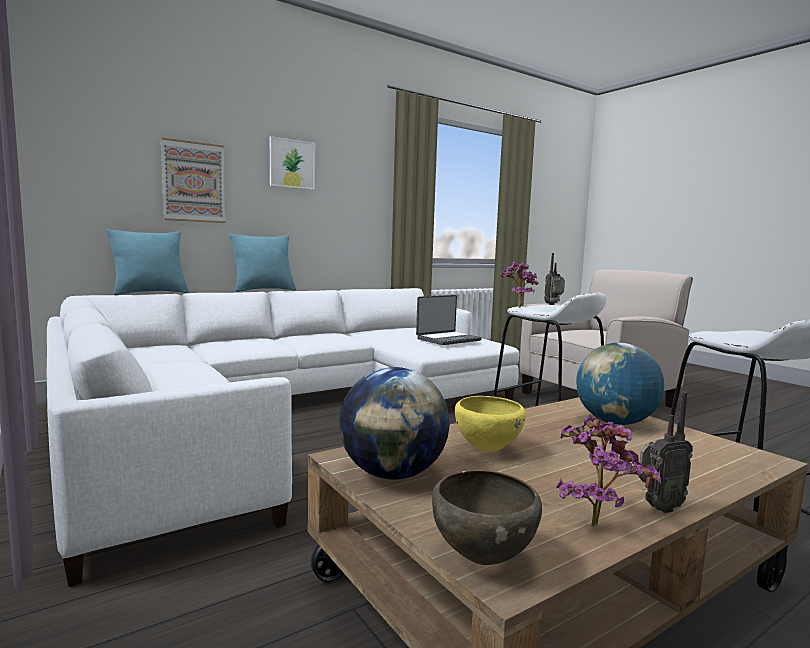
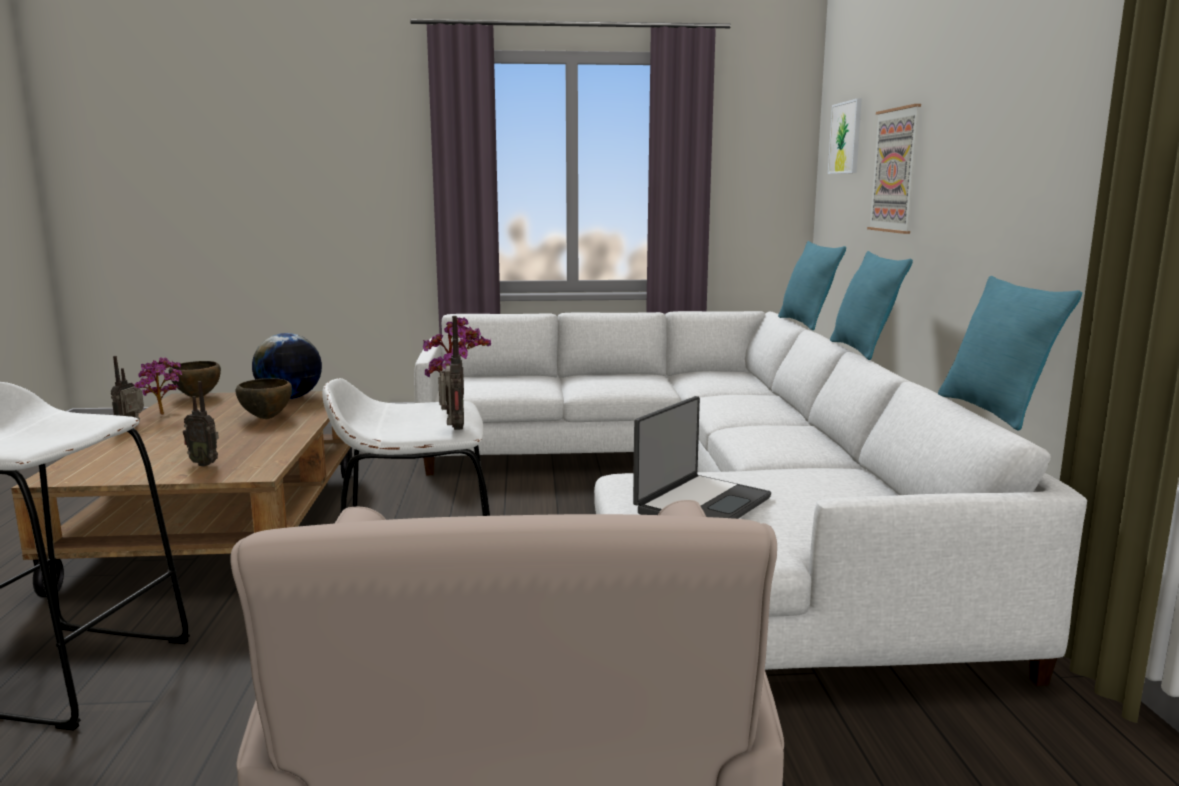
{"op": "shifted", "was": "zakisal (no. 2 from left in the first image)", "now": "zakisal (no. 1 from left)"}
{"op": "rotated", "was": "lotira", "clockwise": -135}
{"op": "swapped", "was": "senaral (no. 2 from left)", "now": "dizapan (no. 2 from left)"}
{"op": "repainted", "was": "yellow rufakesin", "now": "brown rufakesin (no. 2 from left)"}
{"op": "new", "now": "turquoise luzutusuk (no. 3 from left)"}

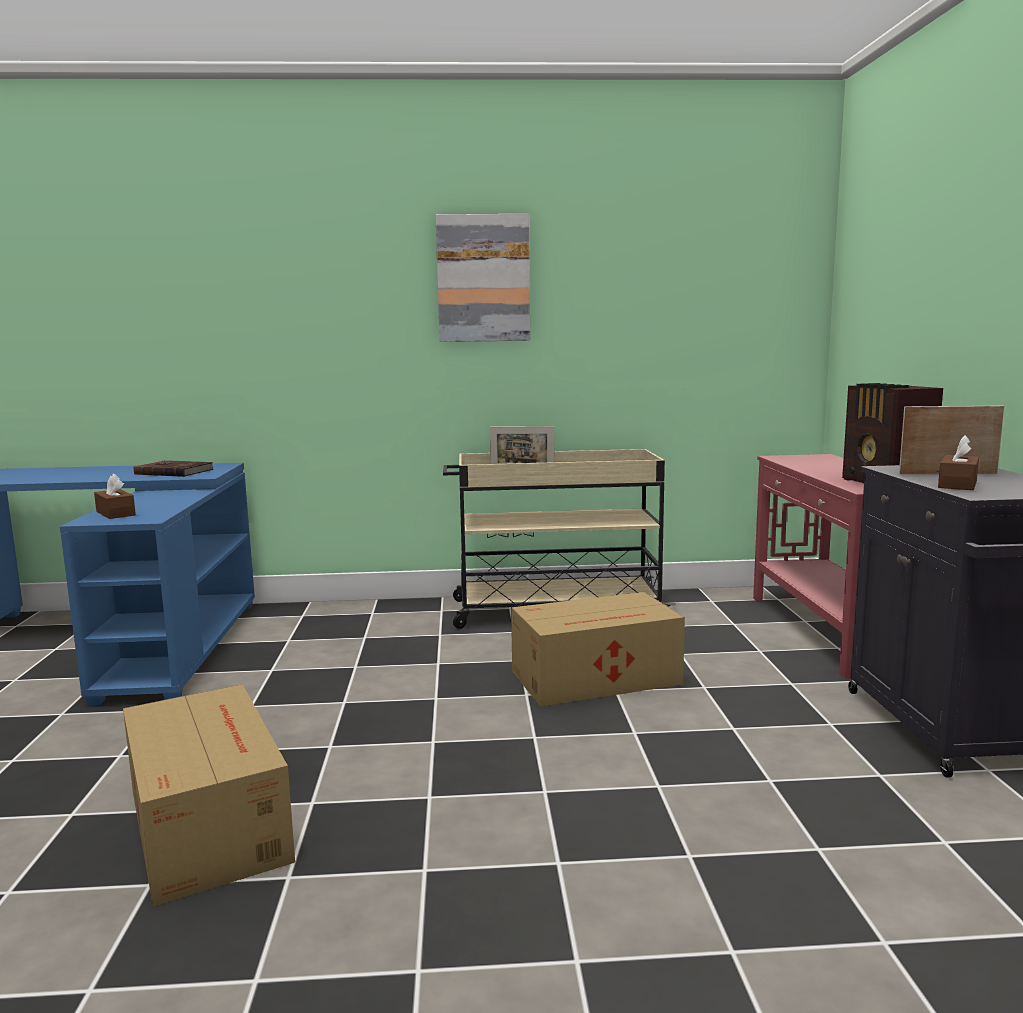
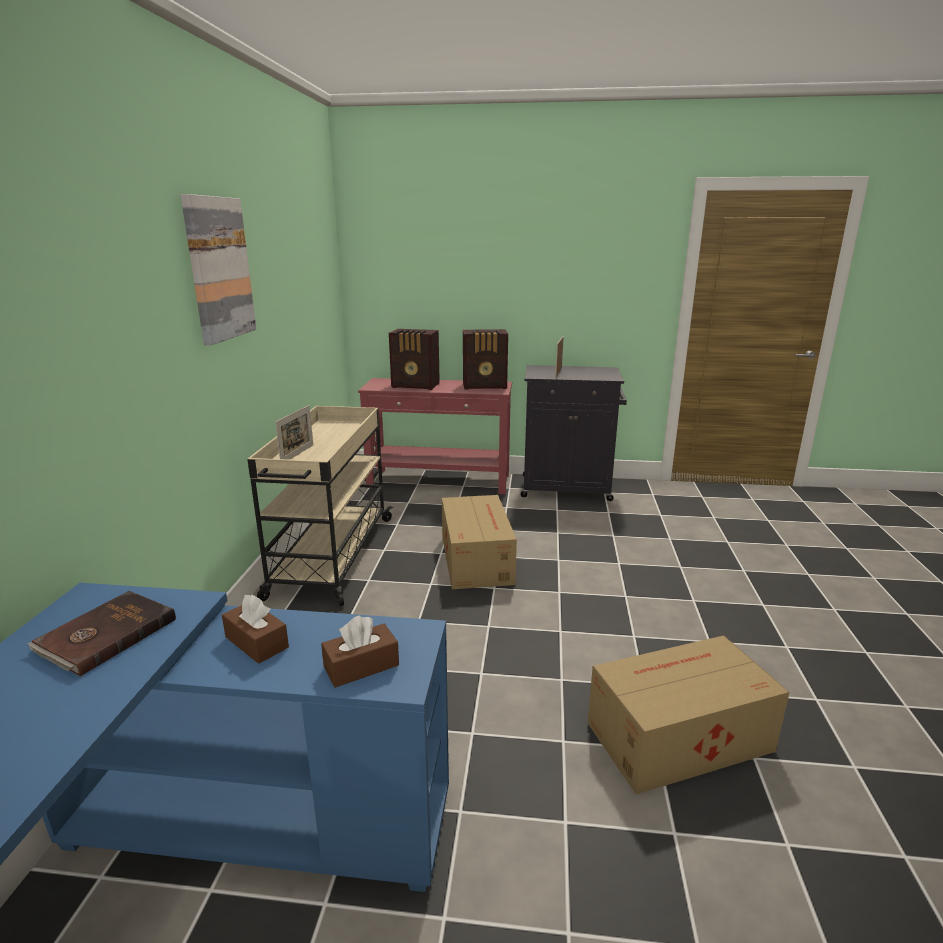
{"op": "shifted", "was": "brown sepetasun (no. 2 from left in the first image)", "now": "brown sepetasun (no. 1 from left)"}
{"op": "new", "now": "dizapan (no. 1 from left)"}

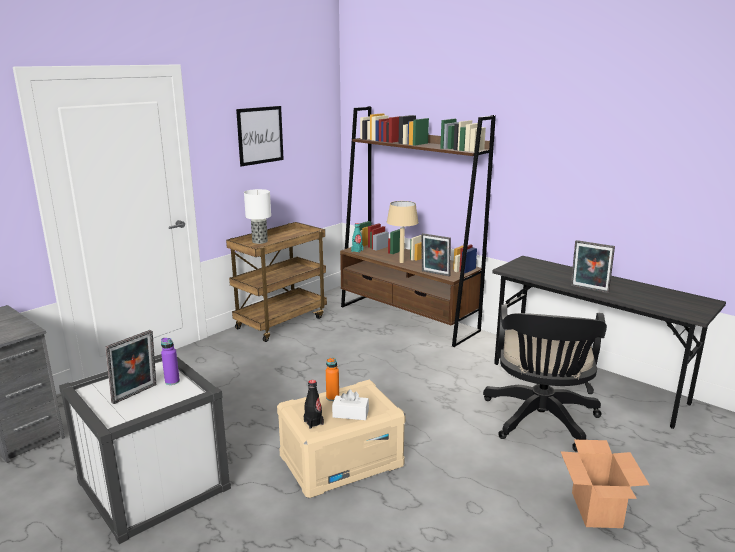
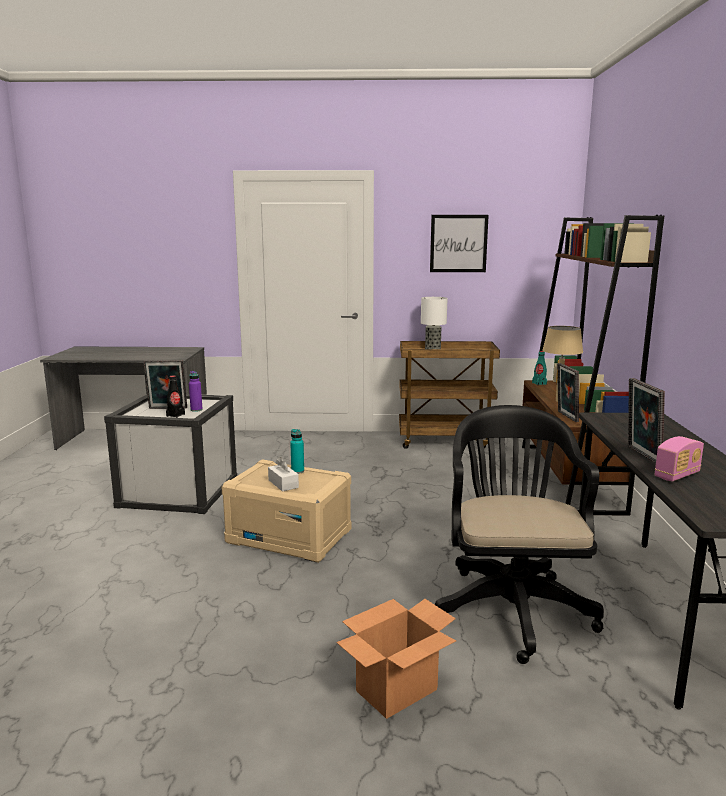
{"op": "rotated", "was": "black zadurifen", "clockwise": 120}
{"op": "repainted", "was": "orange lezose", "now": "turquoise lezose (no. 1 from left)"}
{"op": "shifted", "was": "black lezose"}
{"op": "new", "now": "dizapan"}

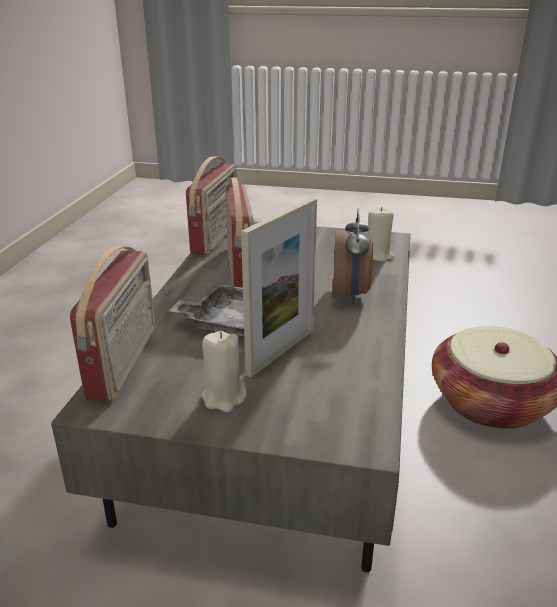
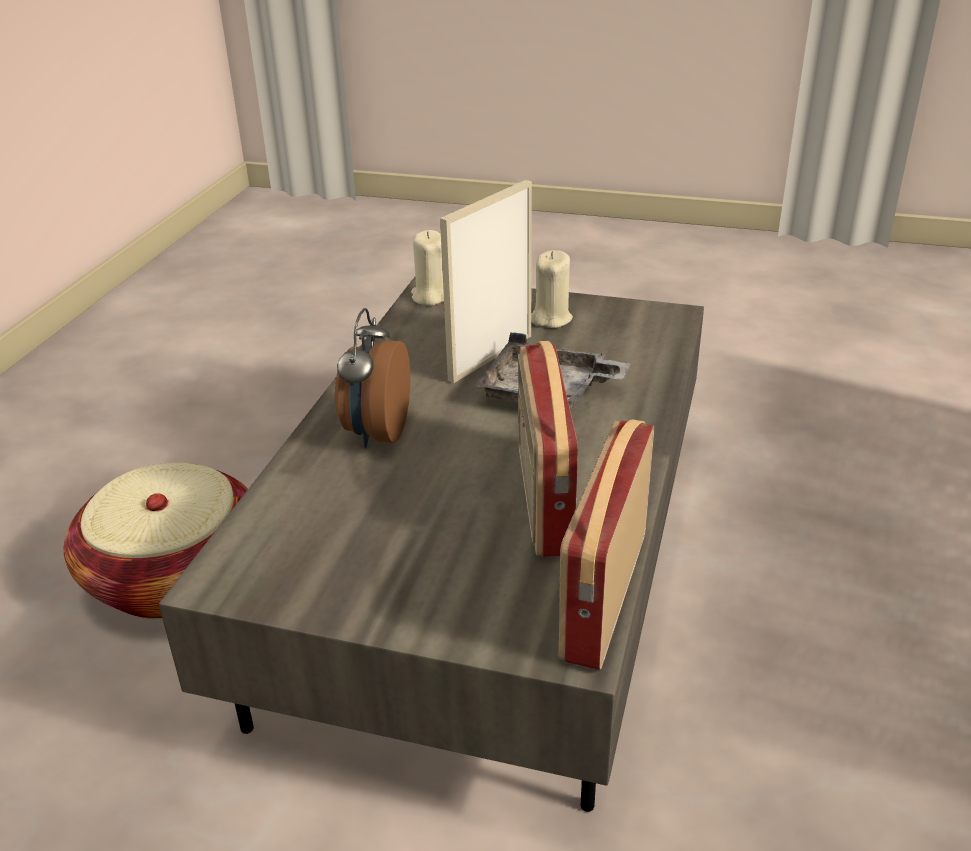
{"op": "shifted", "was": "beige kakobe (no. 2 from left in the first image)", "now": "beige kakobe (no. 1 from left)"}
{"op": "gone", "was": "dizapan (no. 1 from left)"}

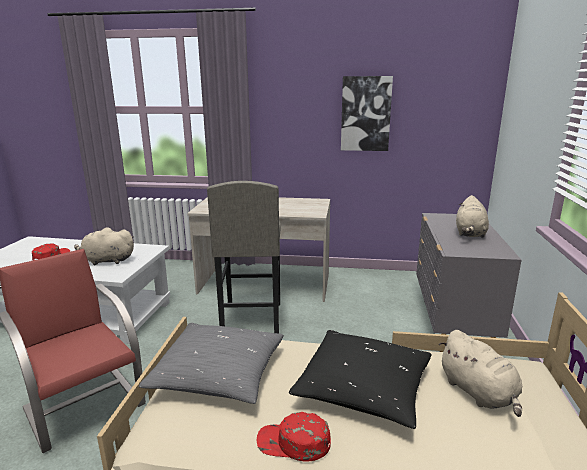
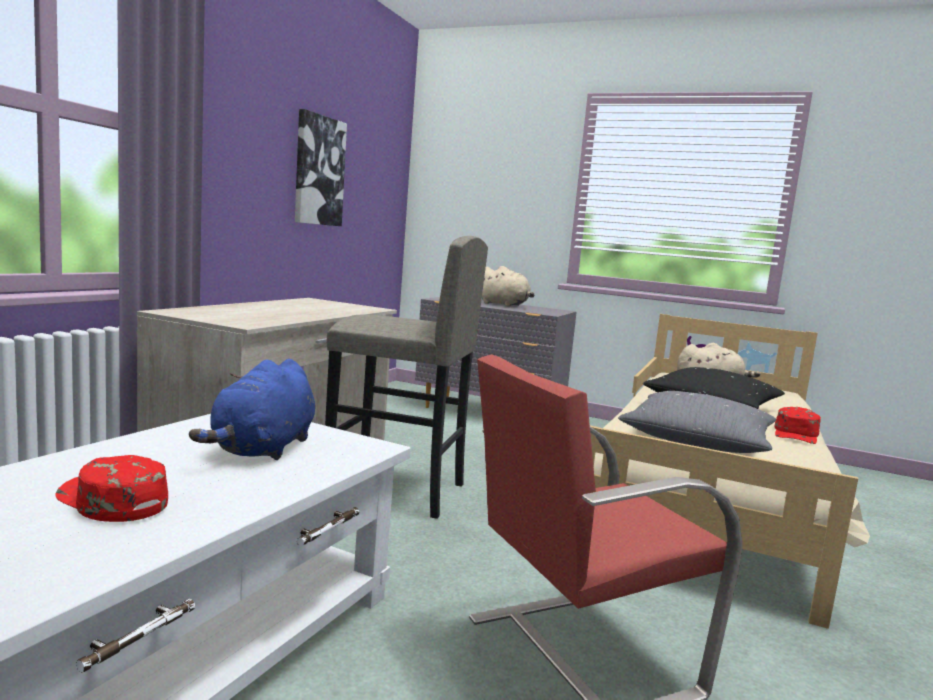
{"op": "repainted", "was": "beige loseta (no. 1 from left)", "now": "blue loseta"}

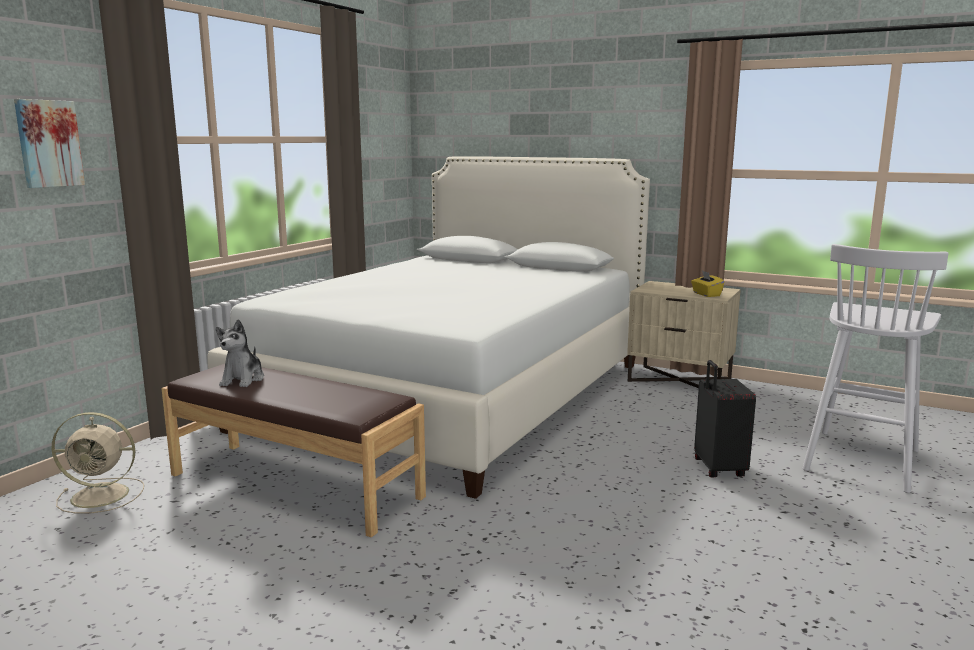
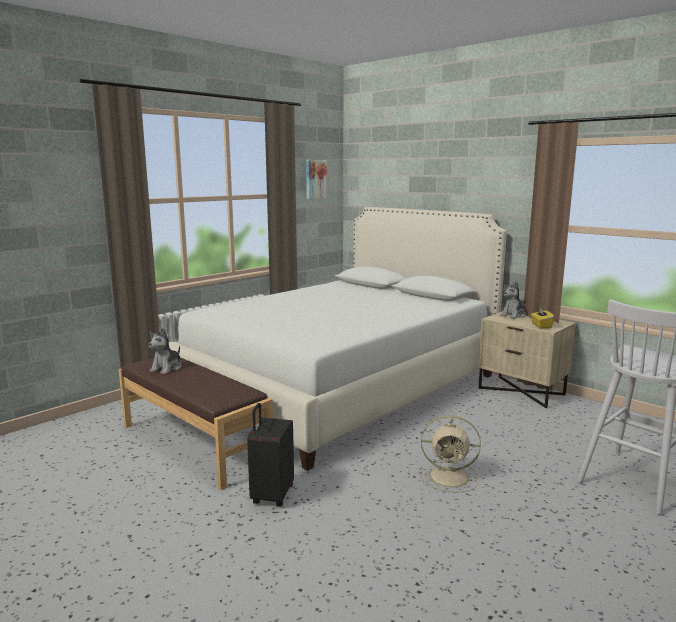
{"op": "shifted", "was": "zakisal"}
{"op": "shifted", "was": "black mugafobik"}
{"op": "shifted", "was": "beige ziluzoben"}
{"op": "new", "now": "loseta (no. 2 from left)"}

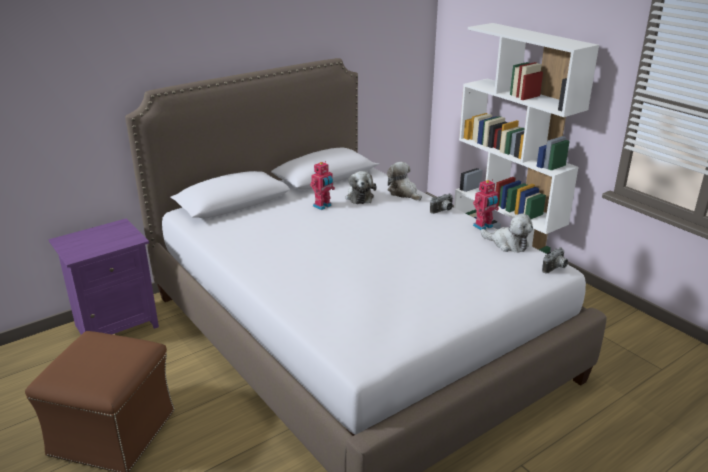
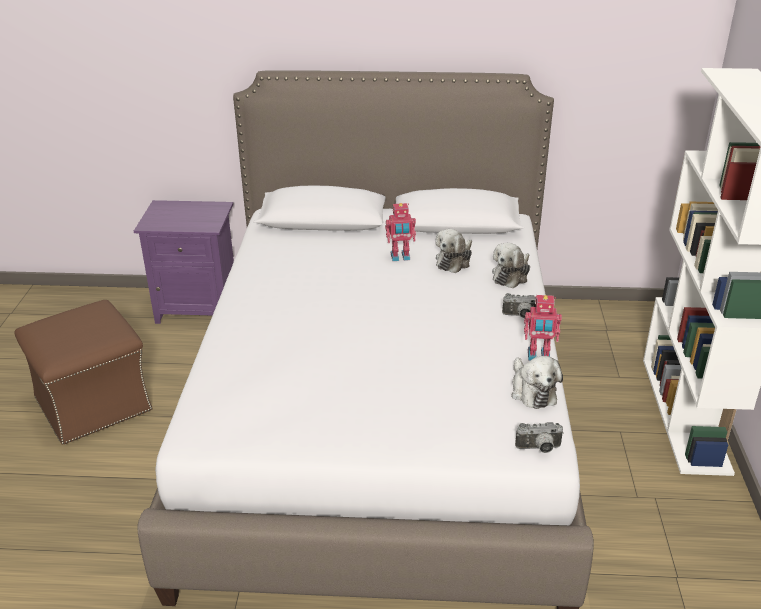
{"op": "rotated", "was": "loseta (no. 2 from left)", "clockwise": -150}

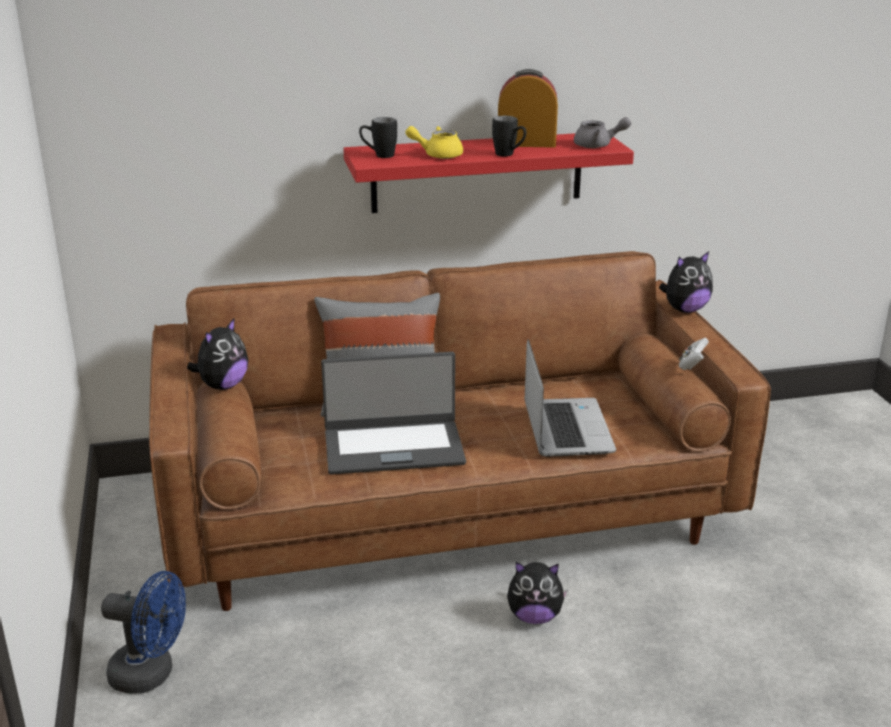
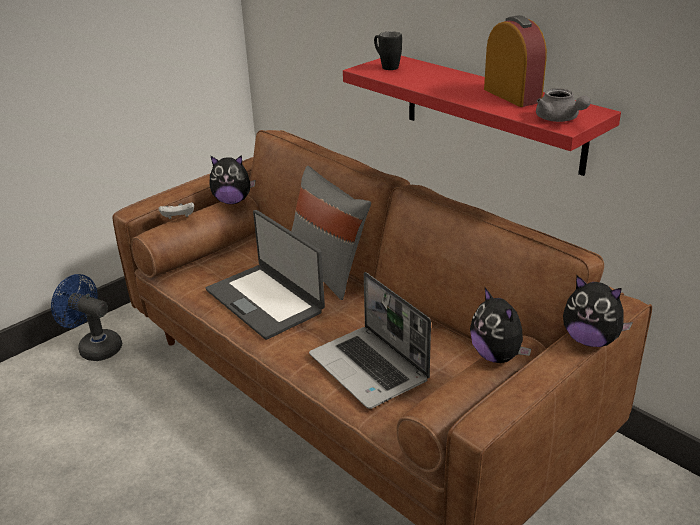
{"op": "gone", "was": "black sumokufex (no. 2 from left)"}
{"op": "gone", "was": "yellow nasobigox"}
{"op": "shifted", "was": "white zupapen"}
{"op": "rotated", "was": "lotira (no. 2 from left)", "clockwise": 90}
{"op": "shifted", "was": "loseta (no. 2 from left)"}
{"op": "rotated", "was": "blue ziluzoben", "clockwise": 135}

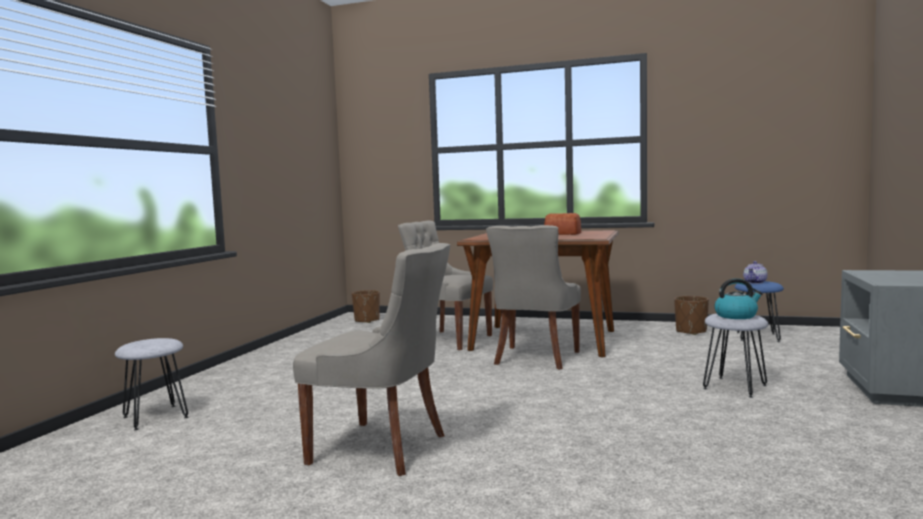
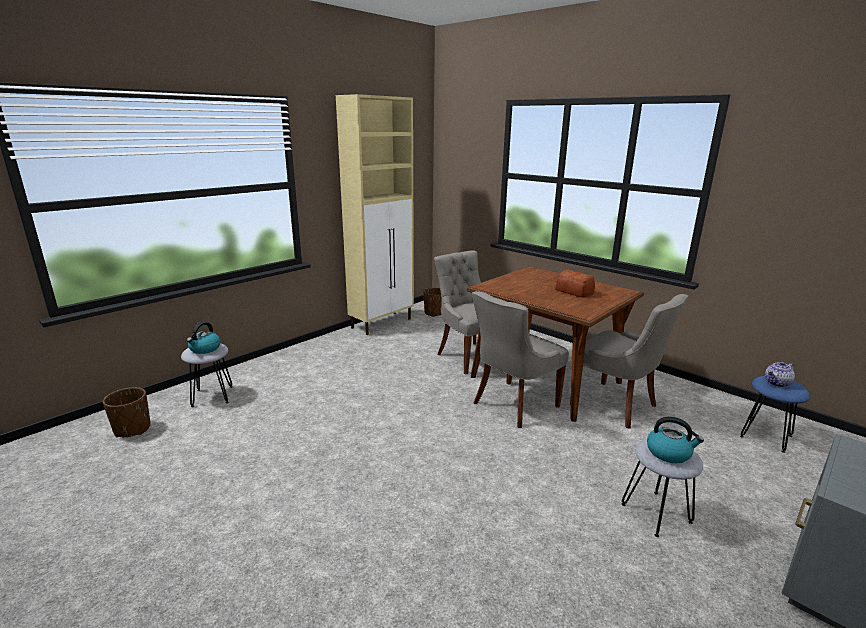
{"op": "shifted", "was": "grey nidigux (no. 1 from left in the first image)", "now": "grey nidigux (no. 3 from left)"}
{"op": "shifted", "was": "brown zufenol (no. 2 from left in the first image)", "now": "brown zufenol (no. 1 from left)"}
{"op": "new", "now": "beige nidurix"}
{"op": "new", "now": "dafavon (no. 1 from left)"}

